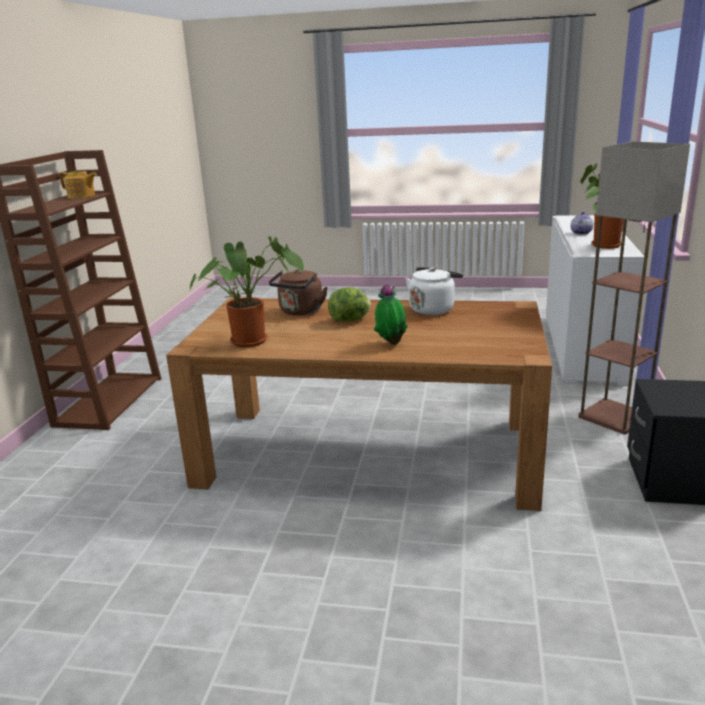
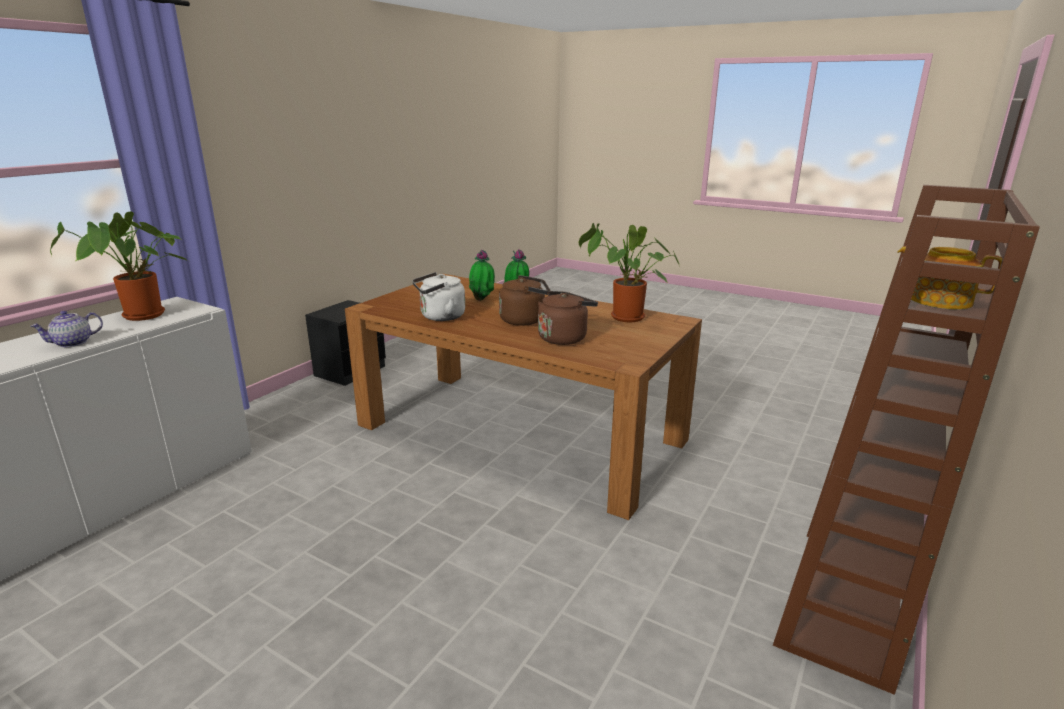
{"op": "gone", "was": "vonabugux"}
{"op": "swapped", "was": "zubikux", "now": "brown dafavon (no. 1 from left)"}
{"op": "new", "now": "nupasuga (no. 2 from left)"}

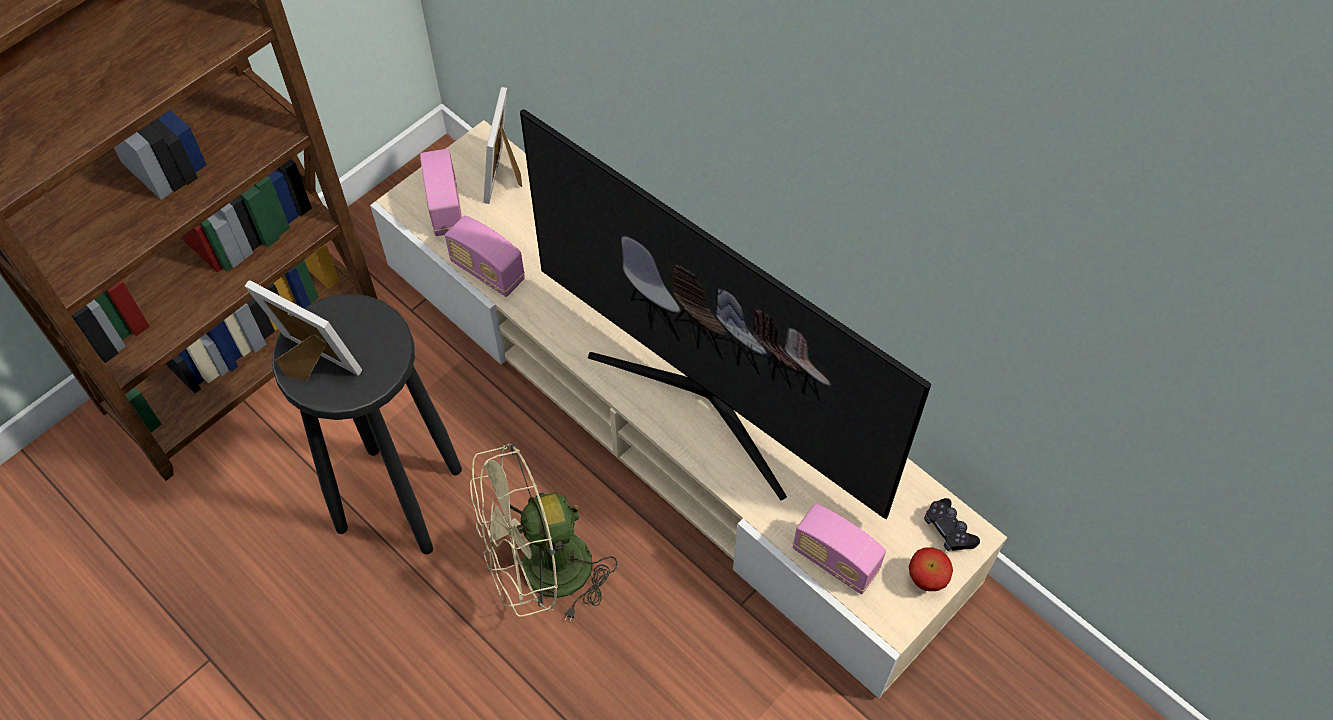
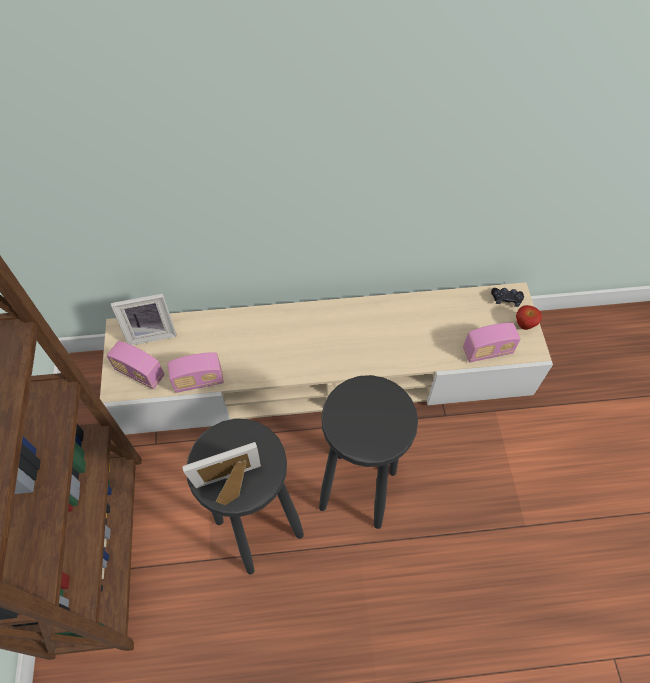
{"op": "rotated", "was": "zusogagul (no. 2 from left in the first image)", "clockwise": -60}
{"op": "gone", "was": "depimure"}
{"op": "swapped", "was": "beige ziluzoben", "now": "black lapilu (no. 2 from left)"}

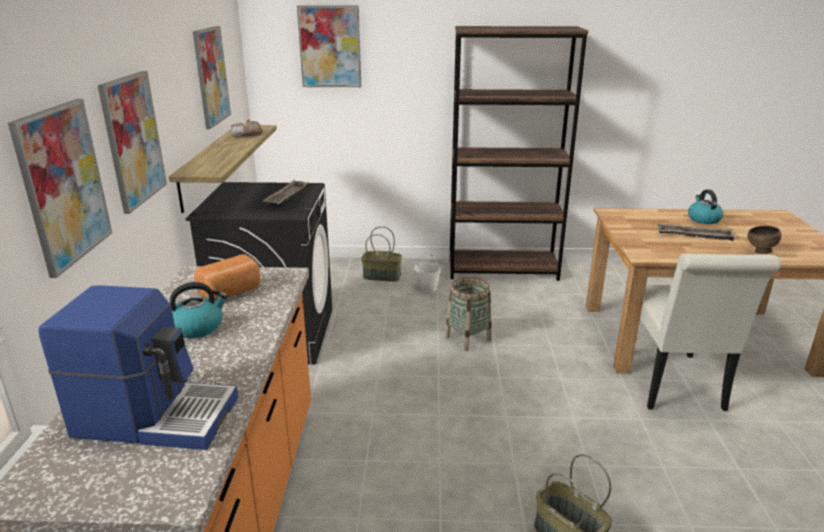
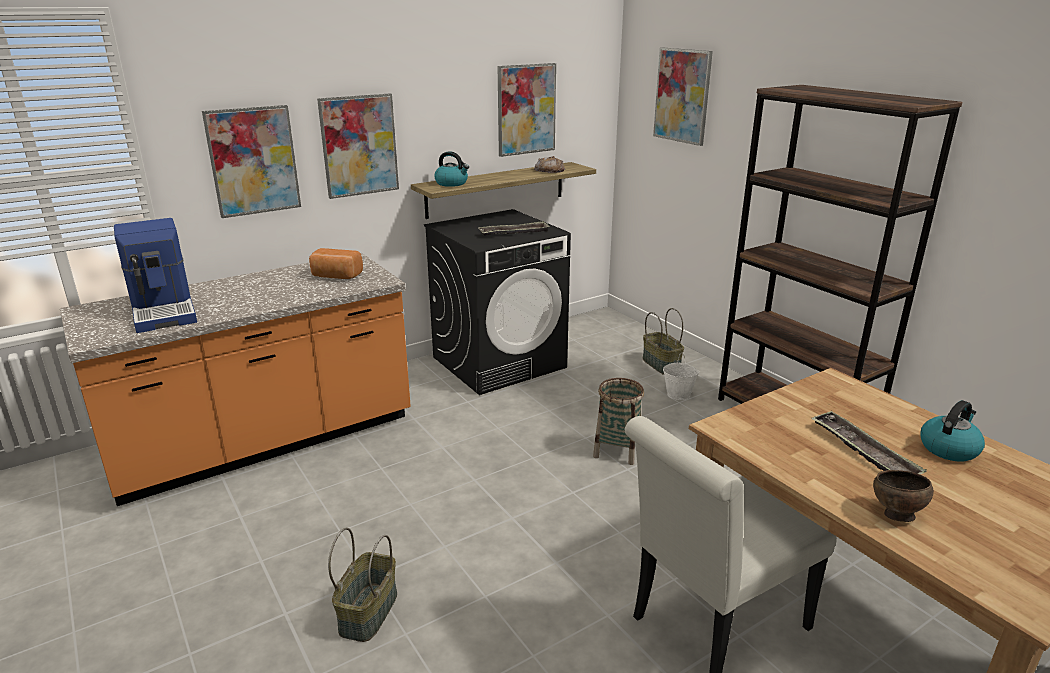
{"op": "shifted", "was": "dafavon (no. 1 from left)"}

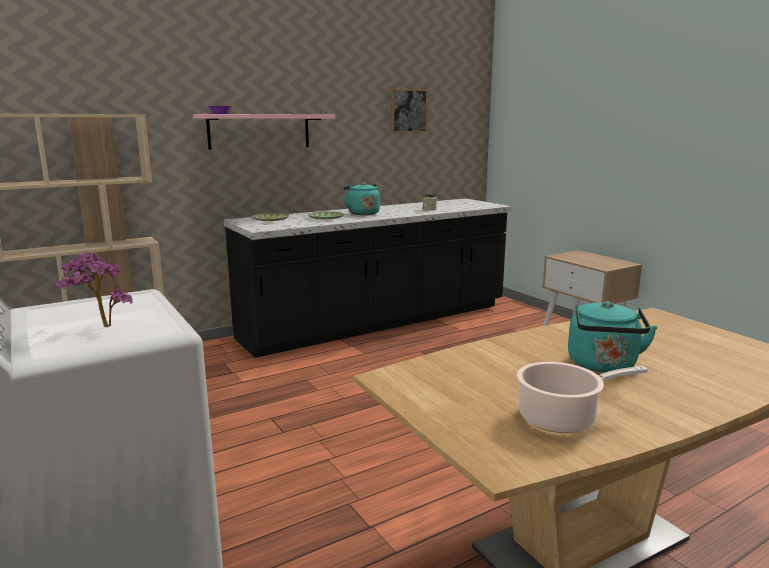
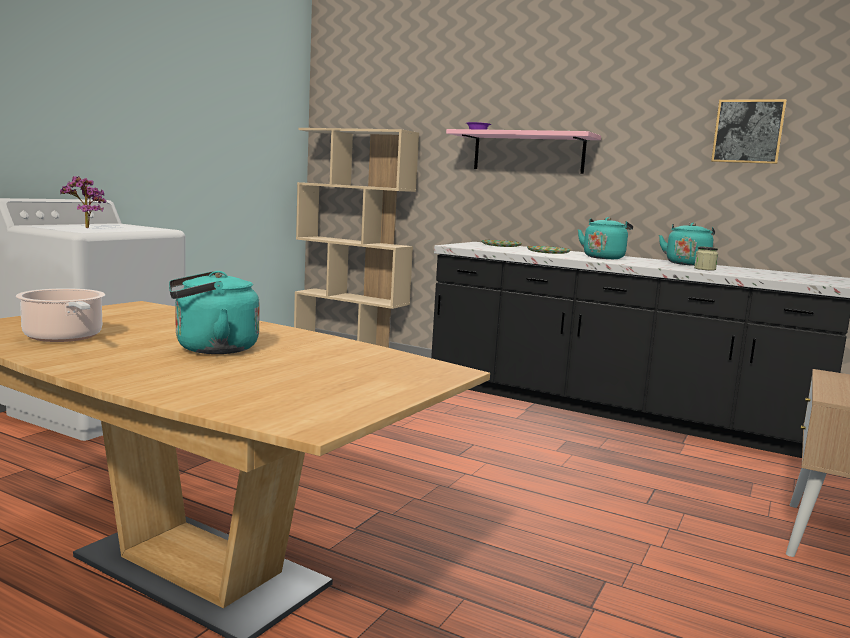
{"op": "new", "now": "turquoise dafavon (no. 3 from left)"}

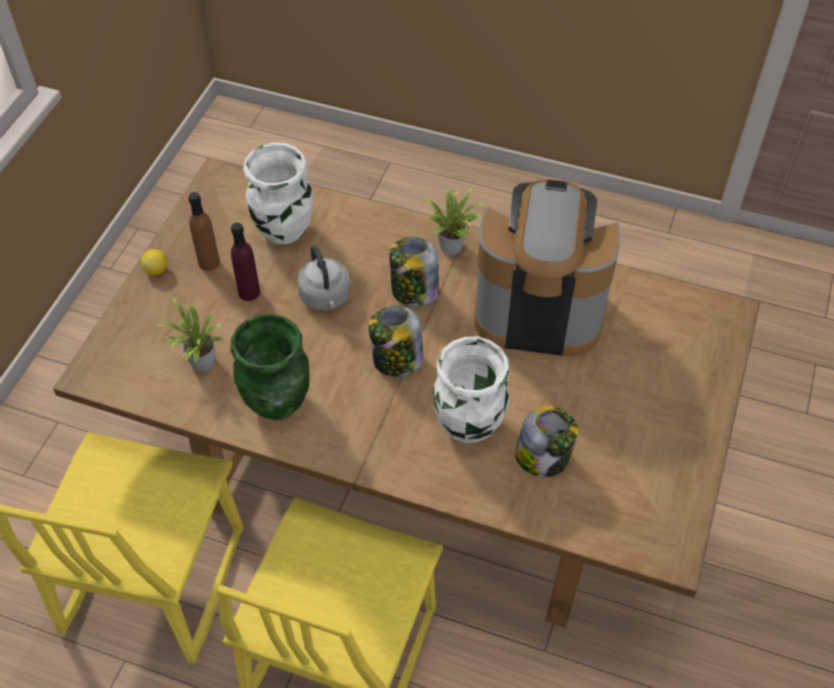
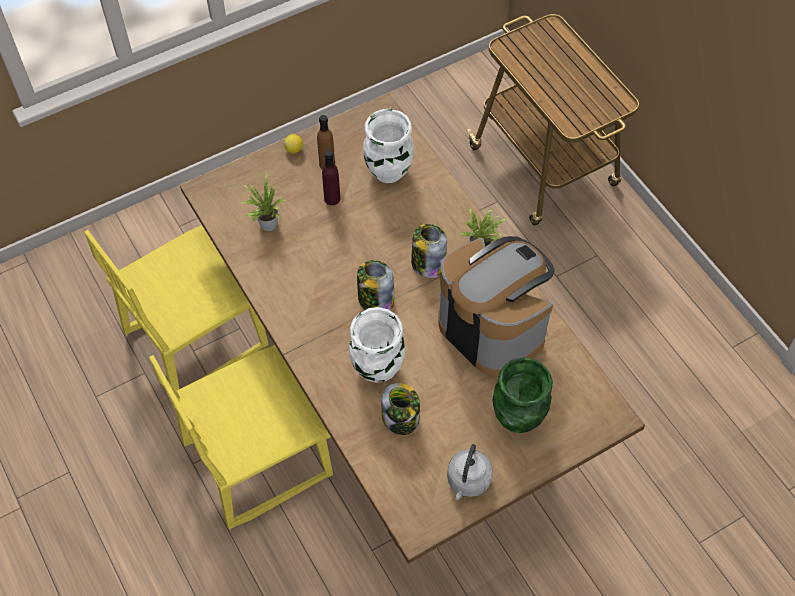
{"op": "shifted", "was": "grey dafavon"}
{"op": "shifted", "was": "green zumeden"}
{"op": "new", "now": "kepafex"}

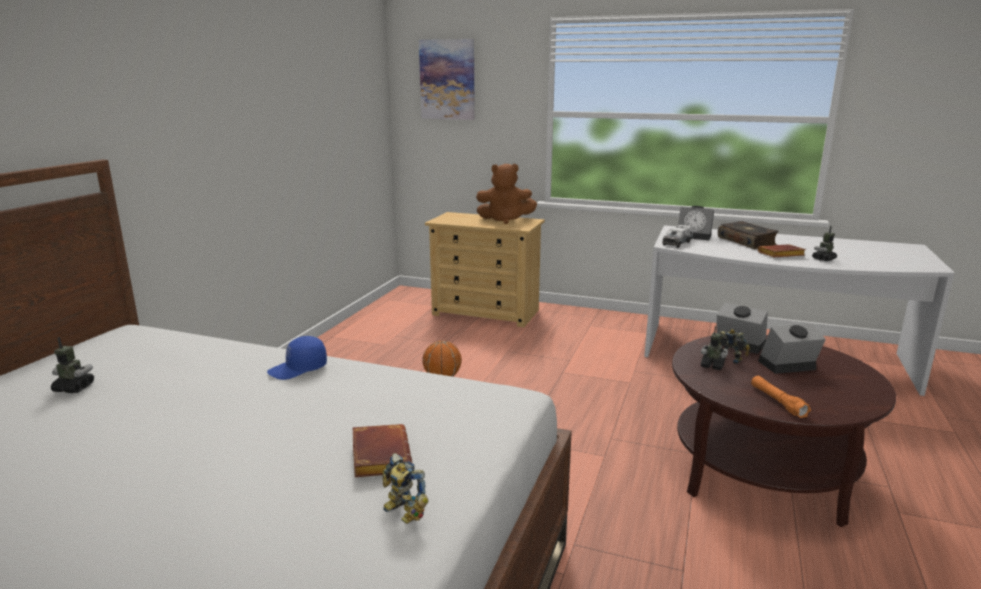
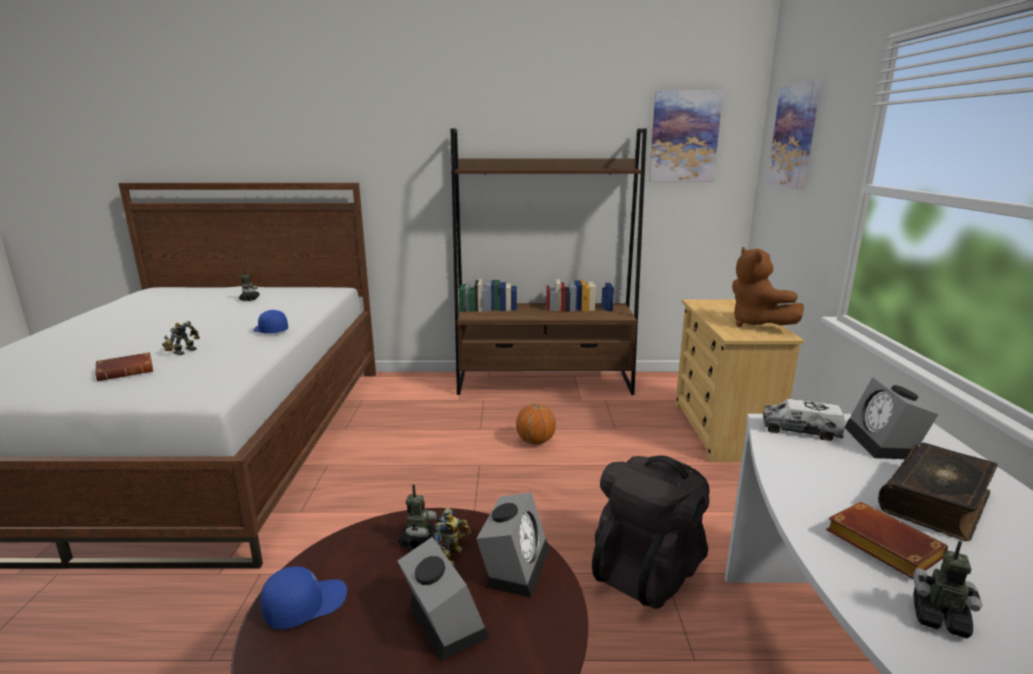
{"op": "swapped", "was": "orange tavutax", "now": "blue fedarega (no. 2 from left)"}
{"op": "shifted", "was": "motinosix (no. 2 from left in the first image)", "now": "motinosix (no. 1 from left)"}
{"op": "new", "now": "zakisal (no. 1 from left)"}
{"op": "new", "now": "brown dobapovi"}
{"op": "new", "now": "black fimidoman"}

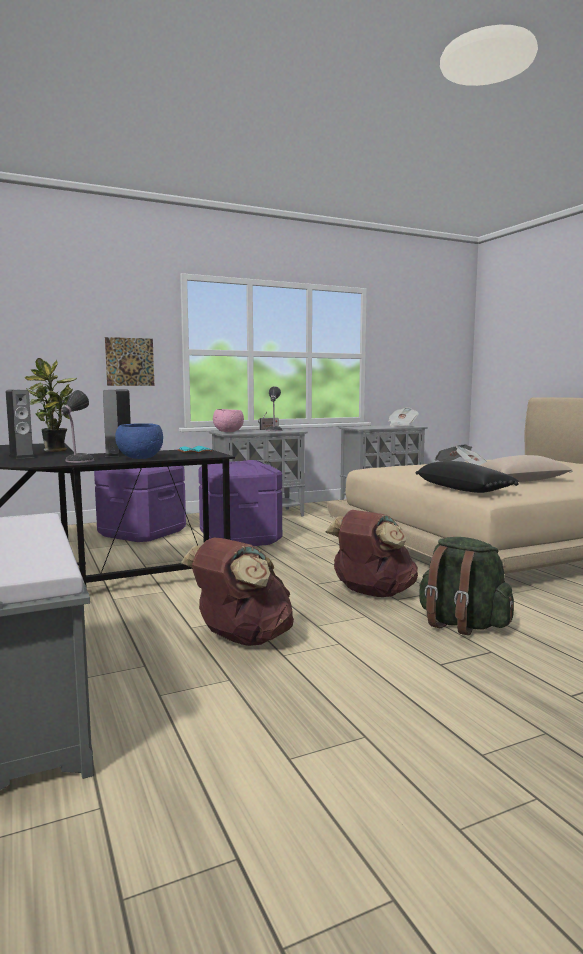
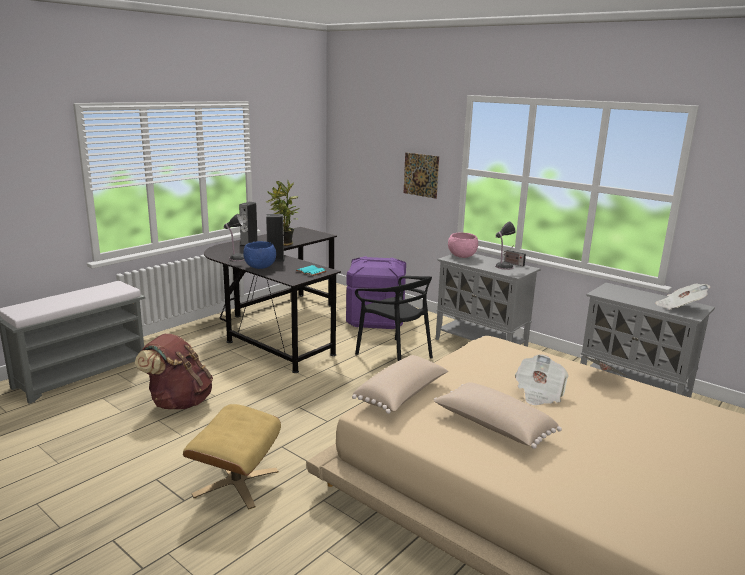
{"op": "swapped", "was": "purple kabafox (no. 2 from left)", "now": "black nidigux"}
{"op": "repainted", "was": "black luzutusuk", "now": "beige luzutusuk (no. 1 from left)"}
{"op": "gone", "was": "brown fimidoman (no. 2 from left)"}
{"op": "swapped", "was": "green fimidoman", "now": "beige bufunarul"}

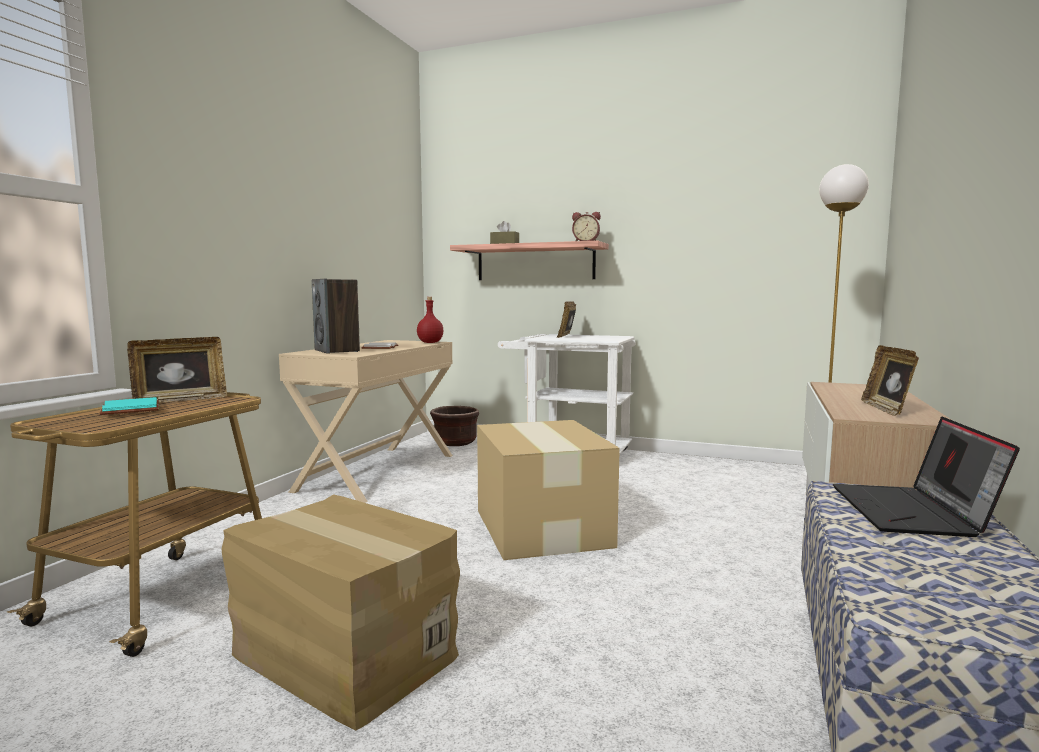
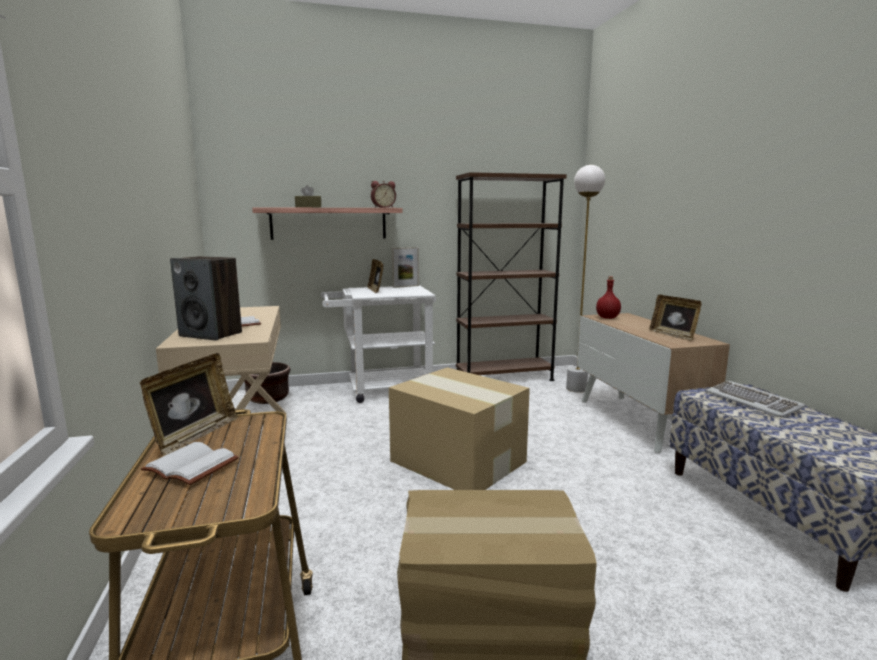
{"op": "shifted", "was": "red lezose"}
{"op": "repainted", "was": "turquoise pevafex", "now": "white pevafex (no. 1 from left)"}
{"op": "swapped", "was": "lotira", "now": "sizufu"}
{"op": "new", "now": "brown dobapovi"}
{"op": "new", "now": "zusogagul (no. 3 from left)"}

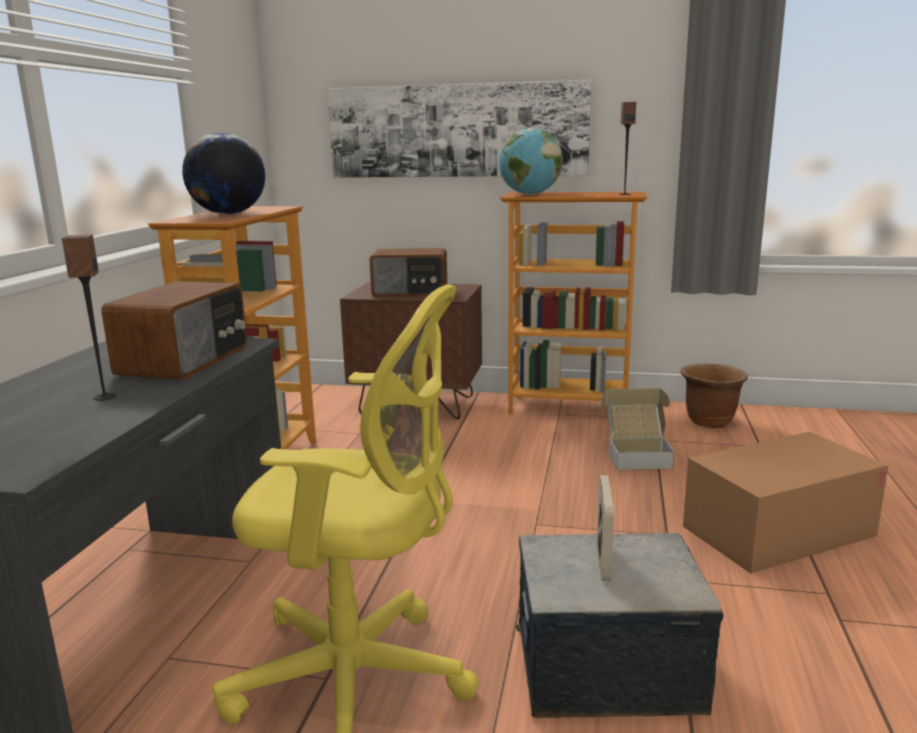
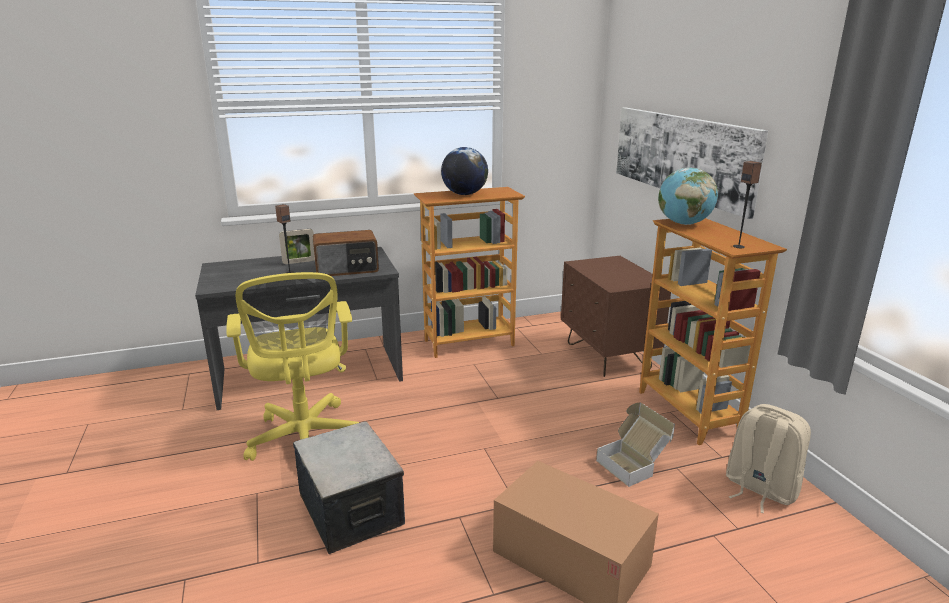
{"op": "gone", "was": "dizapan (no. 2 from left)"}
{"op": "swapped", "was": "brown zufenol", "now": "beige fimidoman"}
{"op": "shifted", "was": "zusogagul"}

